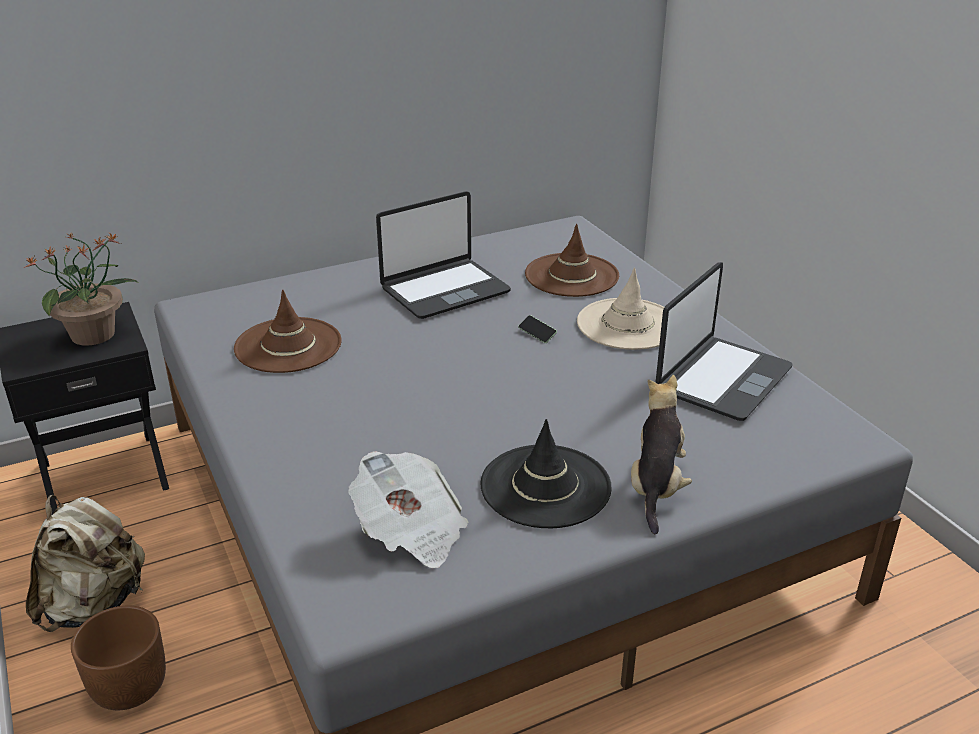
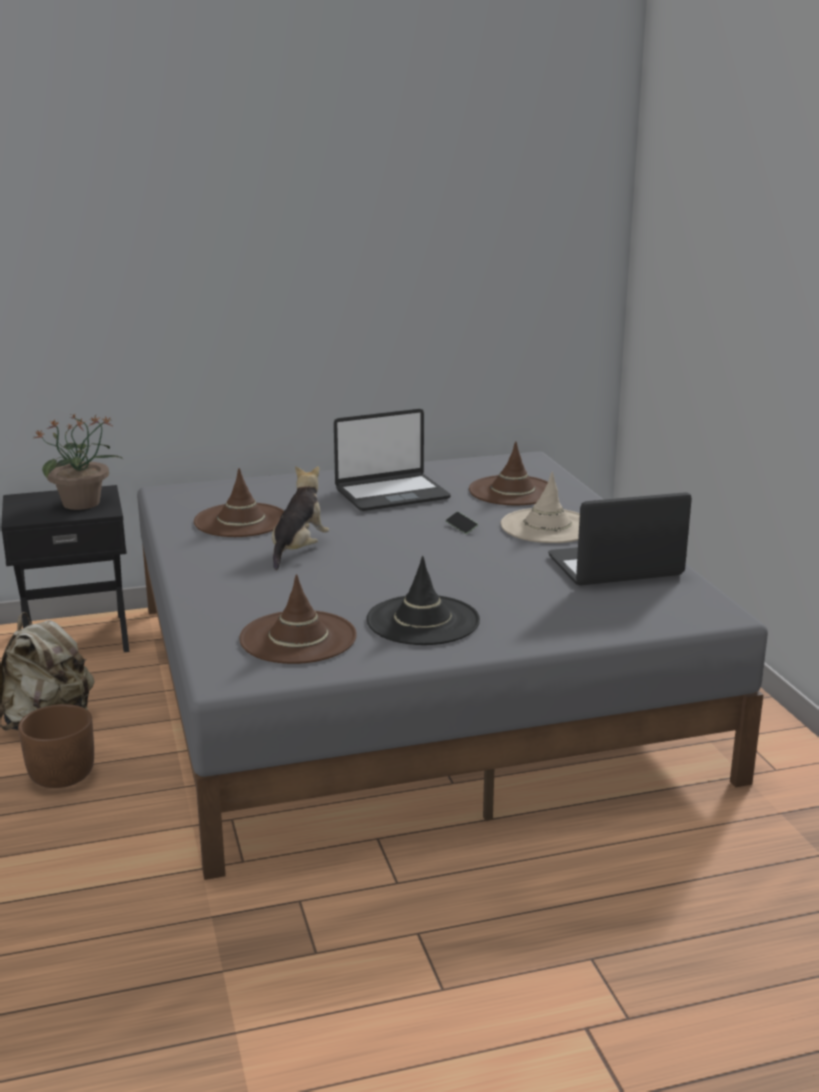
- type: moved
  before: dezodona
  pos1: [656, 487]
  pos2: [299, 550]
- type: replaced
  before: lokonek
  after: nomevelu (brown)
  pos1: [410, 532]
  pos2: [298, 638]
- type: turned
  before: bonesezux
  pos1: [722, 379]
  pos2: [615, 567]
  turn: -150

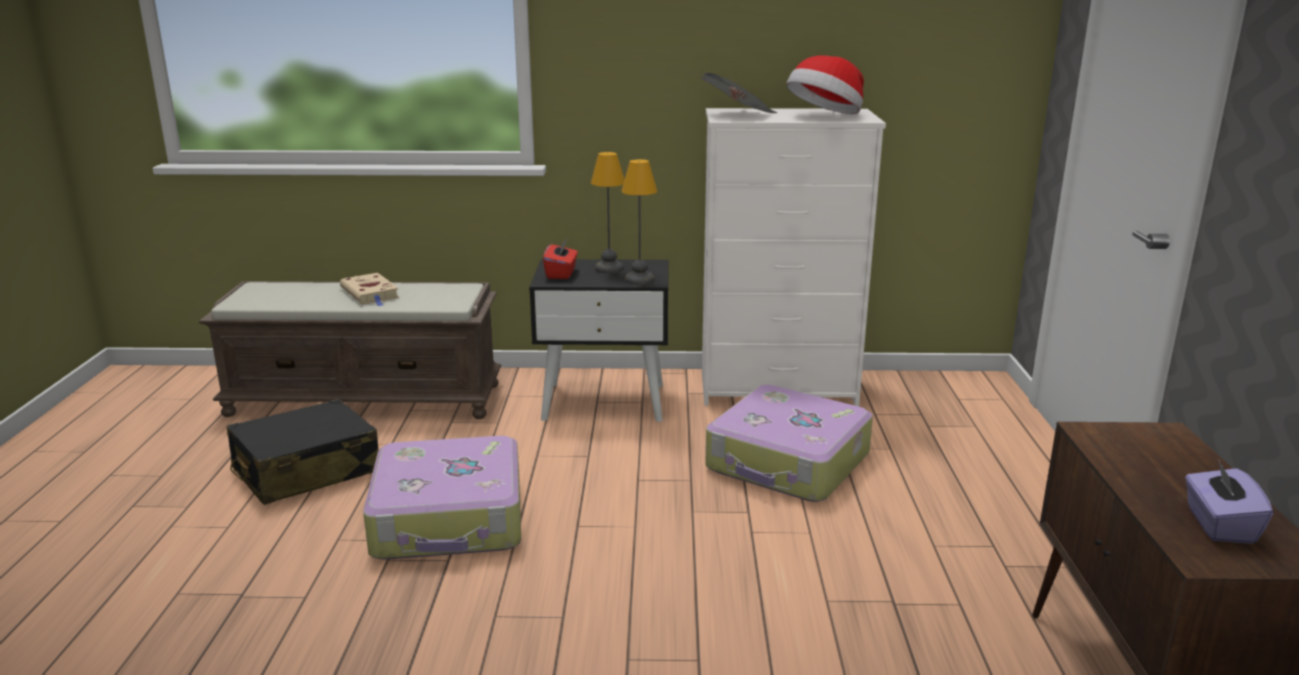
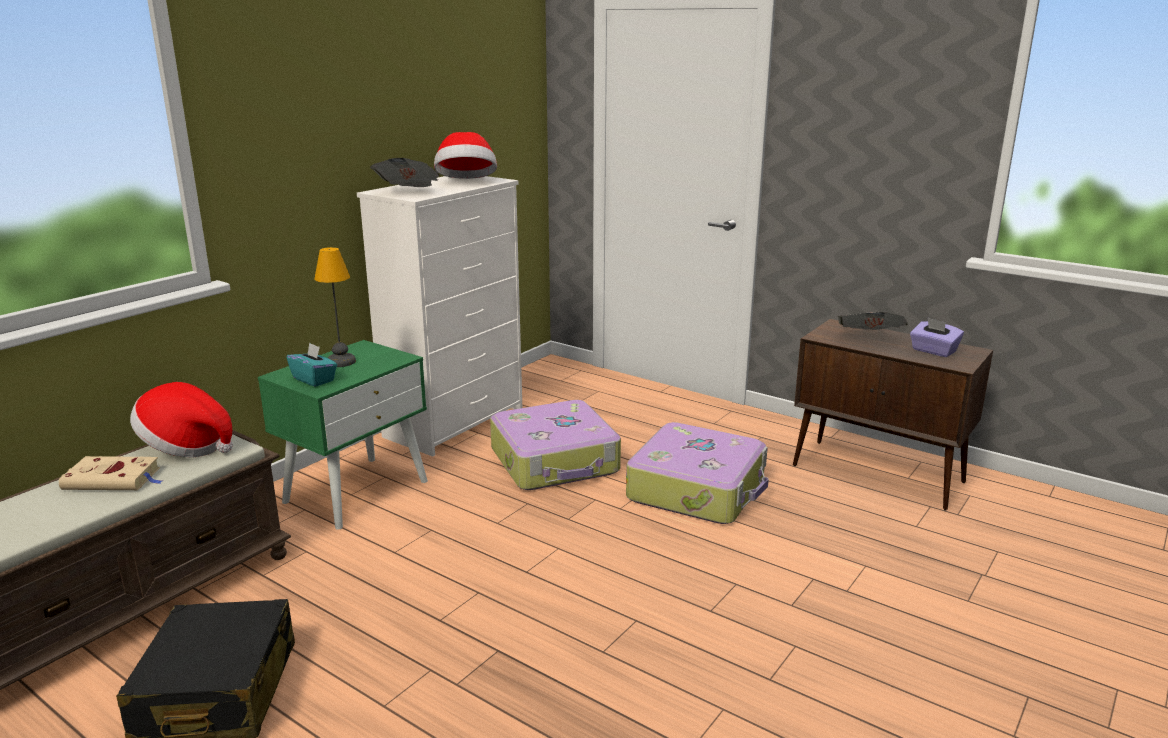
- type: removed
  before: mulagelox
  pos1: [638, 280]
- type: added
  after: nomevelu
  pos2: [186, 447]
- type: added
  after: lokonek
  pos2: [869, 339]
- type: moved
  before: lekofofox
  pos1: [450, 519]
  pos2: [698, 489]
- type: recoloured
  before: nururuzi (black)
  after: nururuzi (green)
  pos1: [605, 401]
  pos2: [356, 491]
- type: recoloured
  before: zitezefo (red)
  after: zitezefo (turquoise)
  pos1: [561, 274]
  pos2: [314, 379]

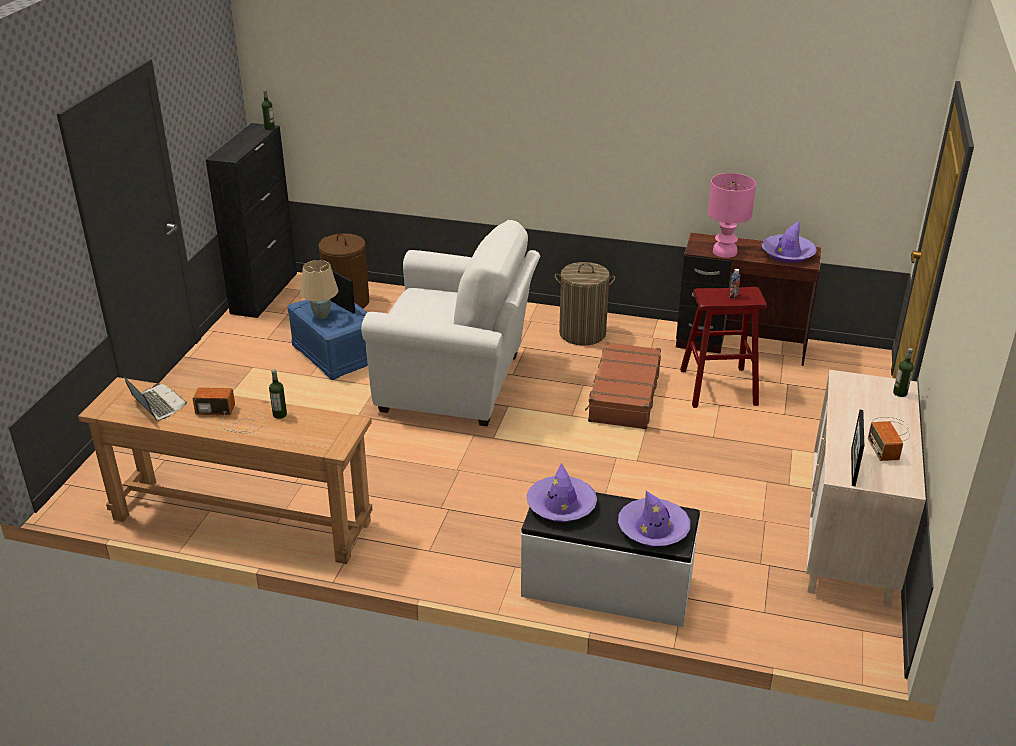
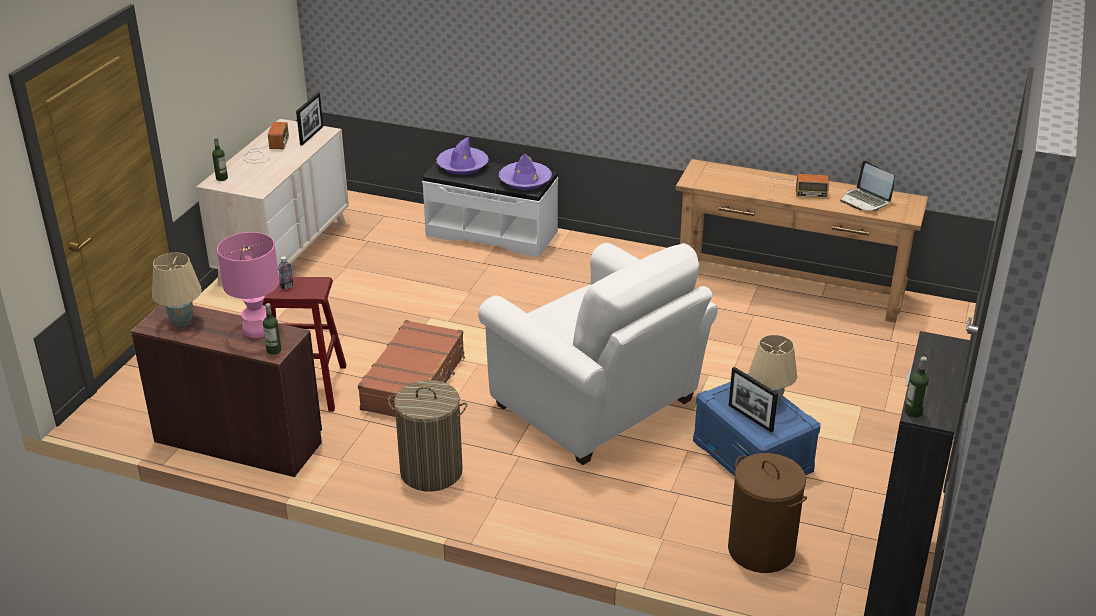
- type: moved
  before: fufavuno
  pos1: [279, 414]
  pos2: [274, 350]
- type: replaced
  before: nomevelu (purple)
  after: mulagelox (beige)
  pos1: [787, 254]
  pos2: [182, 322]
- type: turned
  before: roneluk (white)
  pos1: [457, 384]
  pos2: [599, 407]
  turn: -150

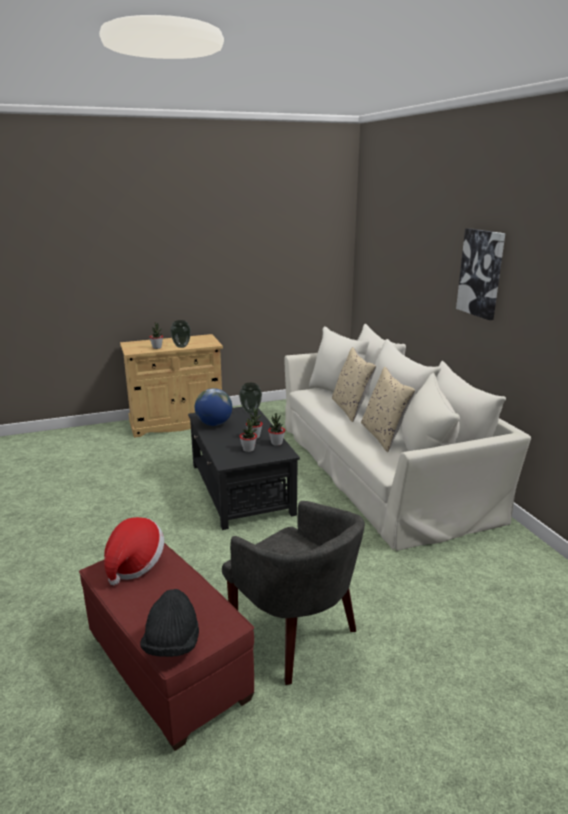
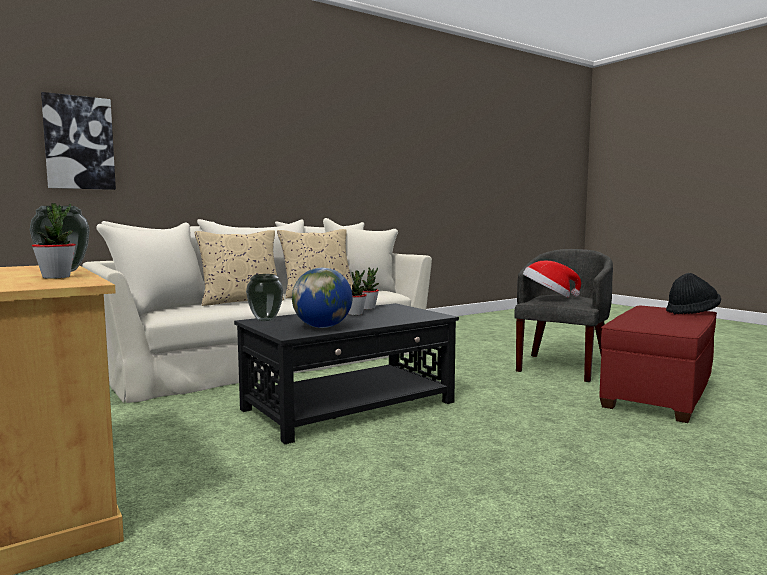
- type: removed
  before: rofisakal
  pos1: [248, 449]
- type: moved
  before: nomevelu
  pos1: [134, 564]
  pos2: [548, 296]
- type: moved
  before: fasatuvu
  pos1: [481, 273]
  pos2: [79, 143]

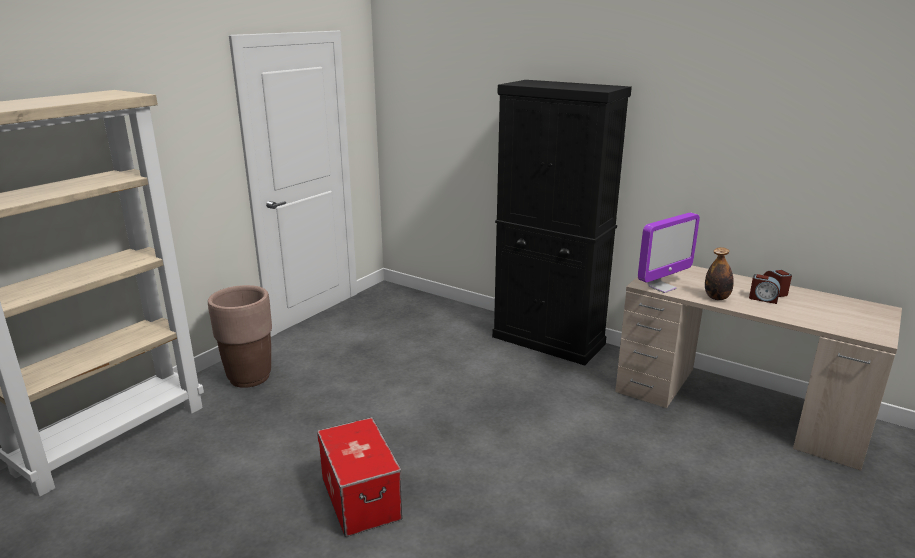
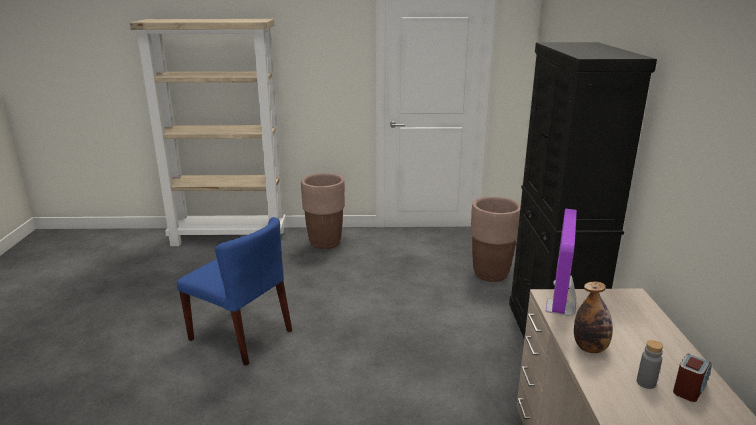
- type: added
  after: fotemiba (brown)
  pos2: [490, 274]
- type: replaced
  before: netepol
  after: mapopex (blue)
  pos1: [361, 498]
  pos2: [241, 335]
- type: replaced
  before: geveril
  after: fufavuno (grey)
  pos1: [763, 299]
  pos2: [646, 383]
- type: turned
  before: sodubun
  pos1: [661, 287]
  pos2: [560, 308]
  turn: 90

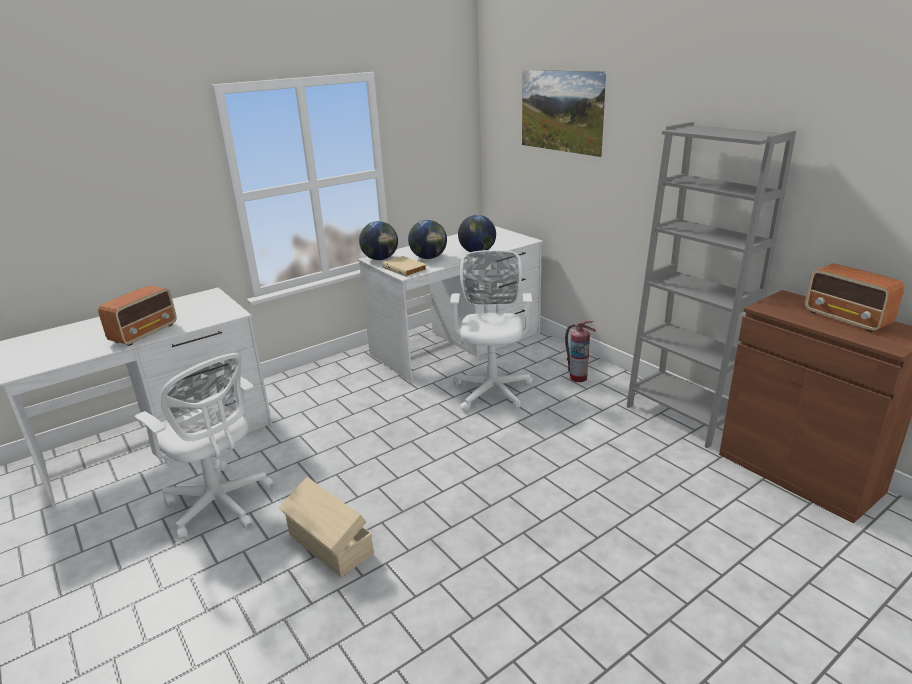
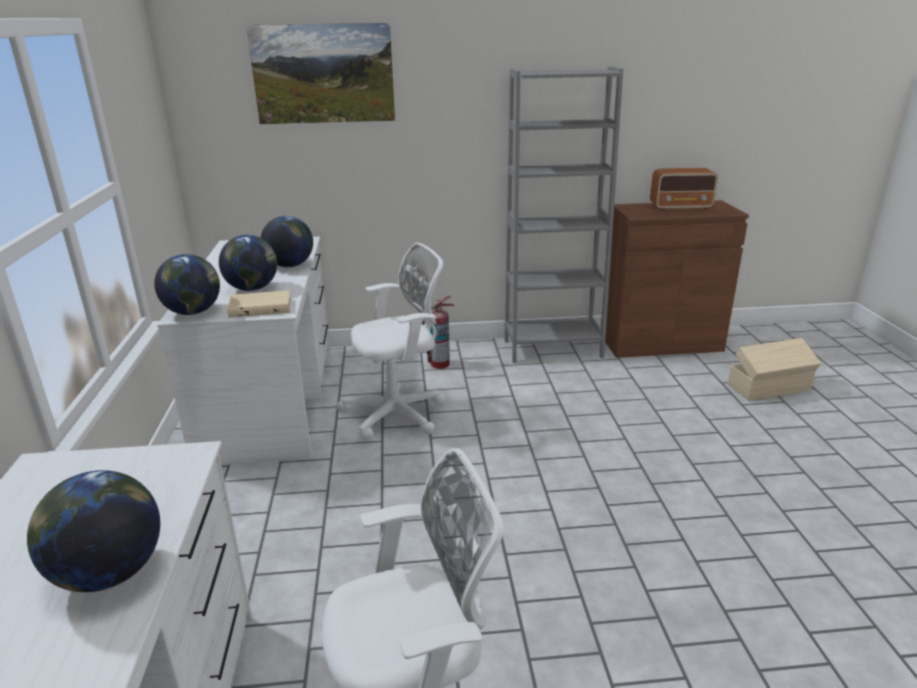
- type: moved
  before: netepol (beige)
  pos1: [330, 545]
  pos2: [770, 388]
- type: replaced
  before: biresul
  after: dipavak
  pos1: [145, 333]
  pos2: [109, 573]
- type: turned
  before: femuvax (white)
  pos1: [492, 389]
  pos2: [399, 413]
  turn: 120

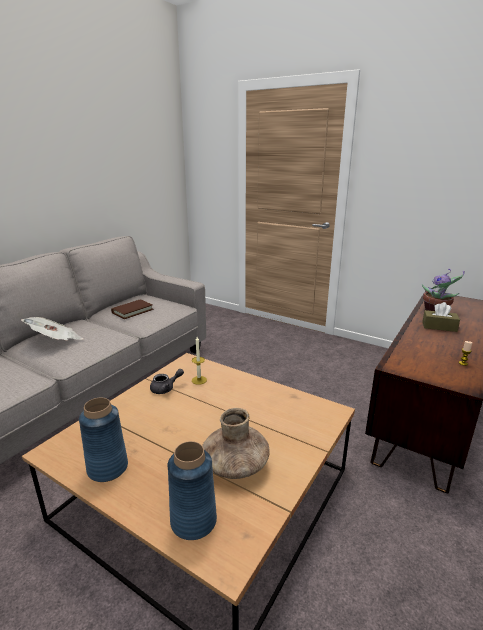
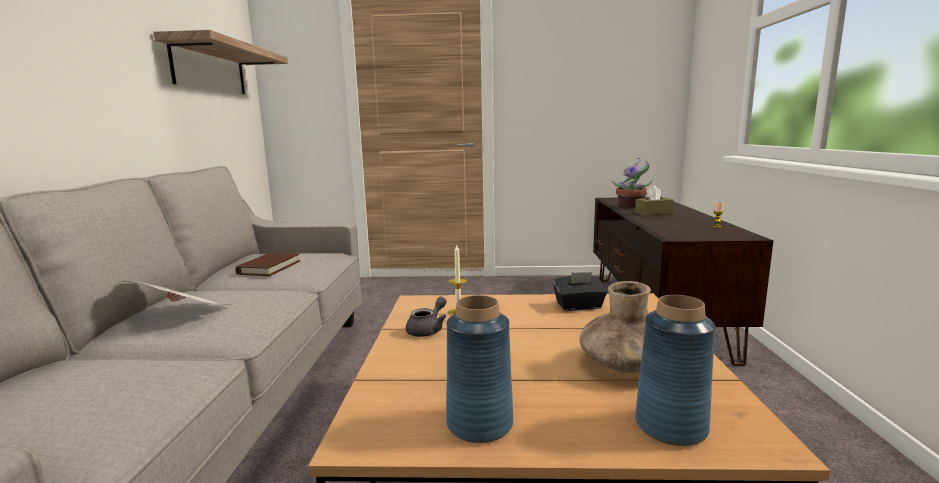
- type: added
  after: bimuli
  pos2: [209, 68]
- type: added
  after: zitezefo (black)
  pos2: [579, 306]

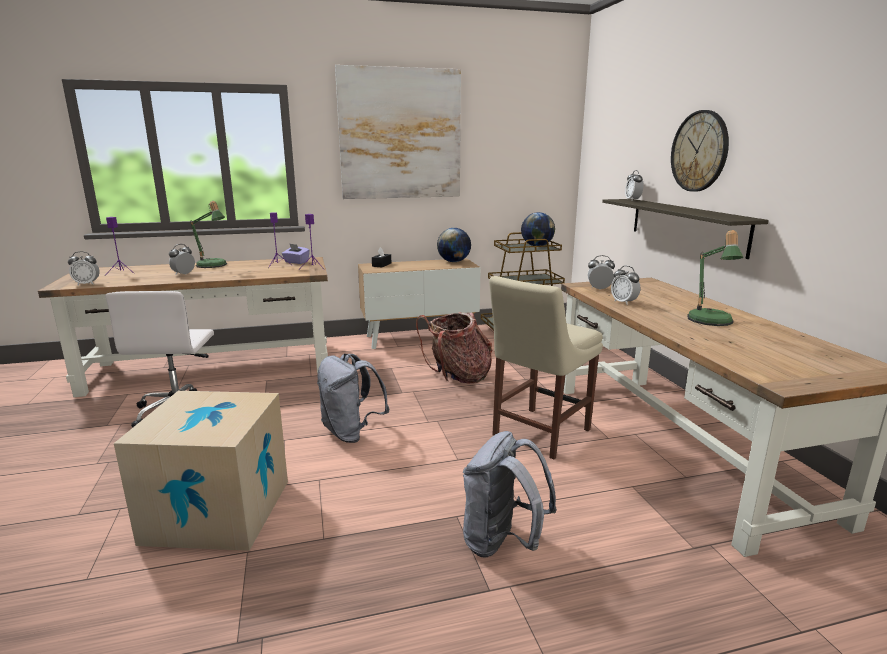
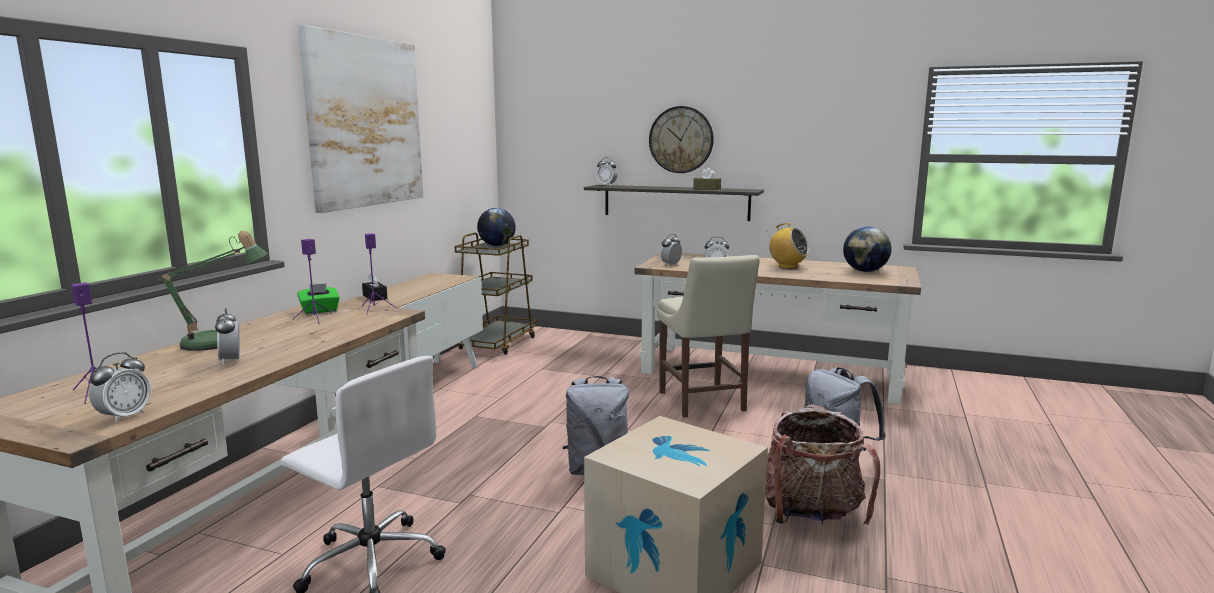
- type: added
  after: zitezefo (brown)
  pos2: [707, 189]
- type: moved
  before: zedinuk
  pos1: [457, 376]
  pos2: [811, 514]
- type: moved
  before: dipavak
  pos1: [454, 262]
  pos2: [865, 271]
- type: replaced
  before: mulagelox
  after: biresul
  pos1: [710, 322]
  pos2: [787, 267]
- type: recoloured
  before: zitezefo (purple)
  after: zitezefo (green)
  pos1: [296, 262]
  pos2: [320, 311]

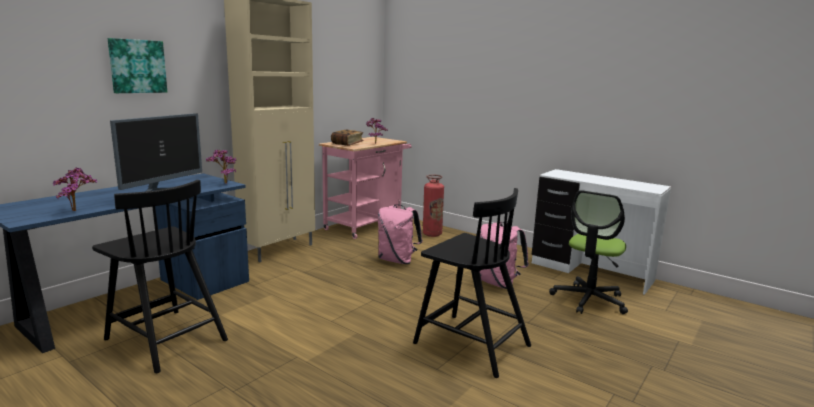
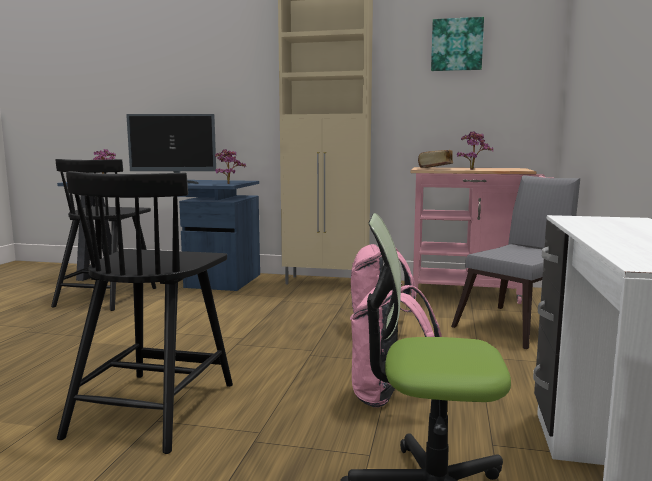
- type: moved
  before: fasatuvu
  pos1: [137, 66]
  pos2: [457, 45]
- type: replaced
  before: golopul
  after: mapopex (grey)
  pos1: [432, 234]
  pos2: [517, 326]

